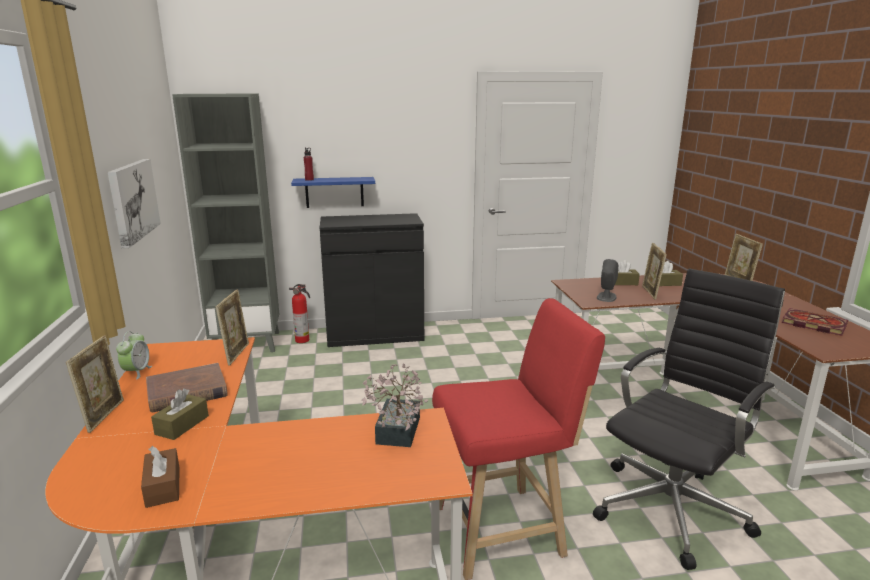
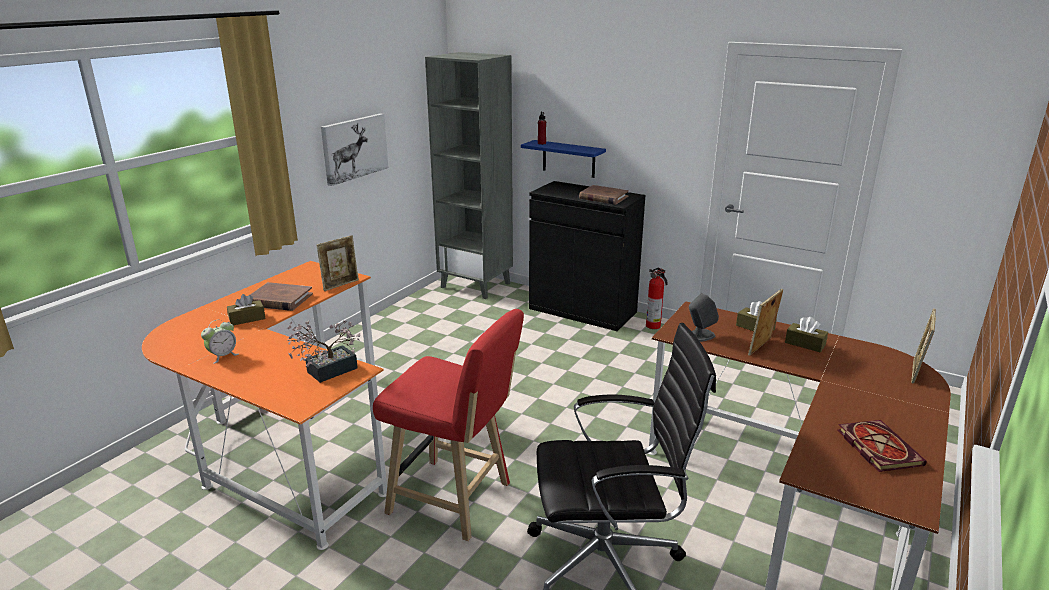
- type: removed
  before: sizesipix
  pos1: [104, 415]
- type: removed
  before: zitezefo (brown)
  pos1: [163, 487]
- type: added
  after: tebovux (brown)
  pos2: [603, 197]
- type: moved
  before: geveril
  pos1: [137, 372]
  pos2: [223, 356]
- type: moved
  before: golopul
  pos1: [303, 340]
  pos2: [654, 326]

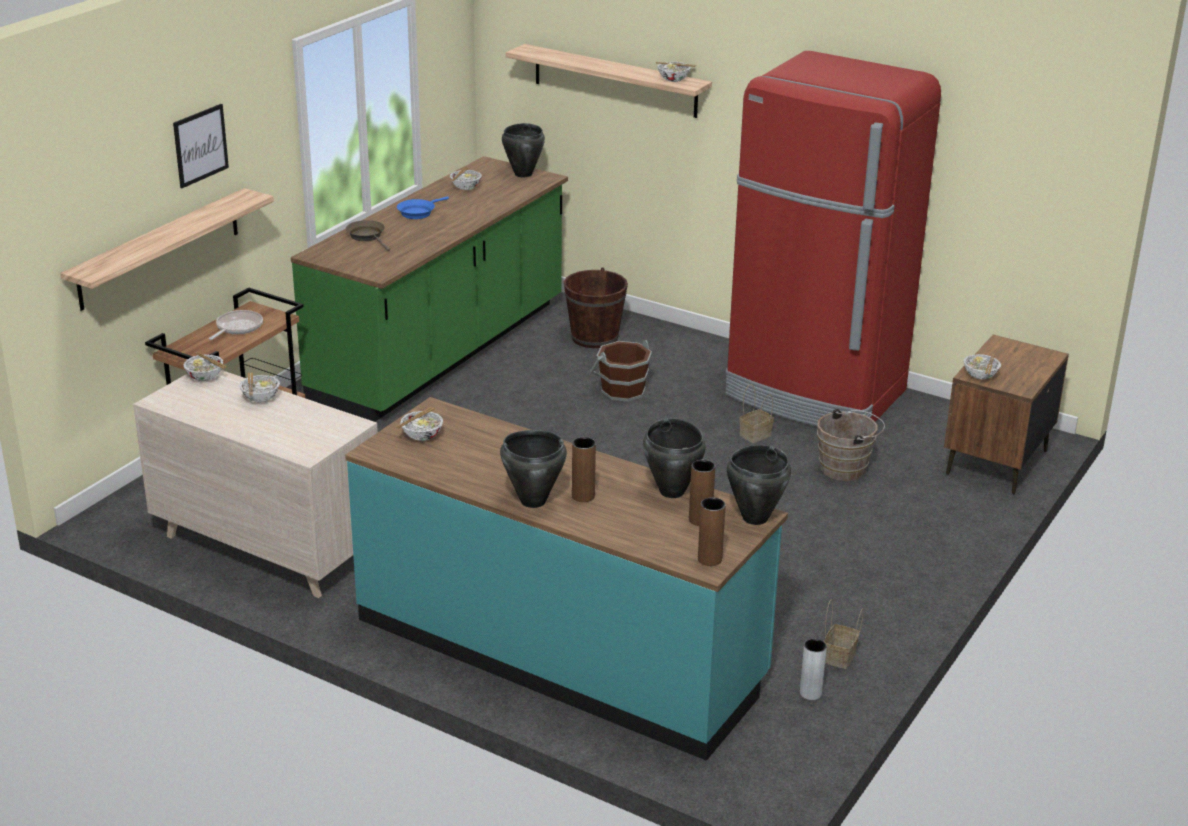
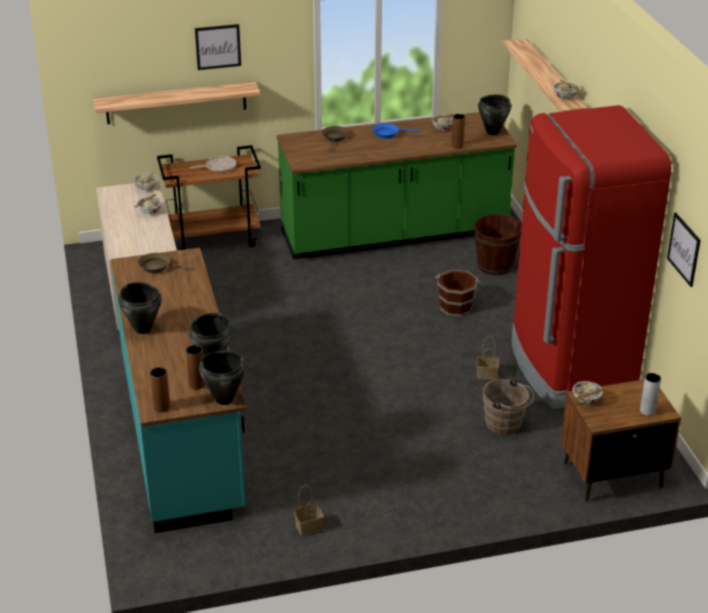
- type: added
  after: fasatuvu
  pos2: [684, 249]
- type: moved
  before: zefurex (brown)
  pos1: [583, 496]
  pos2: [457, 146]
- type: moved
  before: zefurex (grey)
  pos1: [810, 693]
  pos2: [647, 411]
- type: replaced
  before: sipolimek
  after: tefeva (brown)
  pos1: [421, 436]
  pos2: [158, 267]

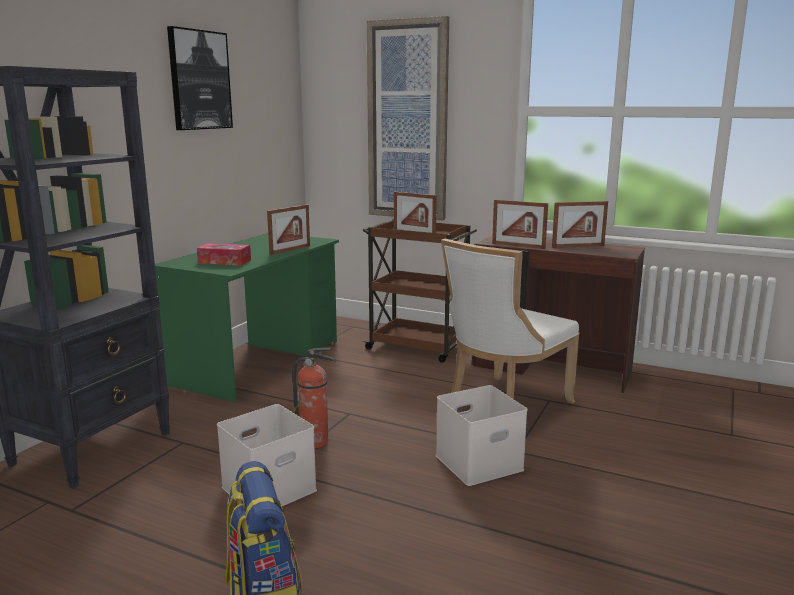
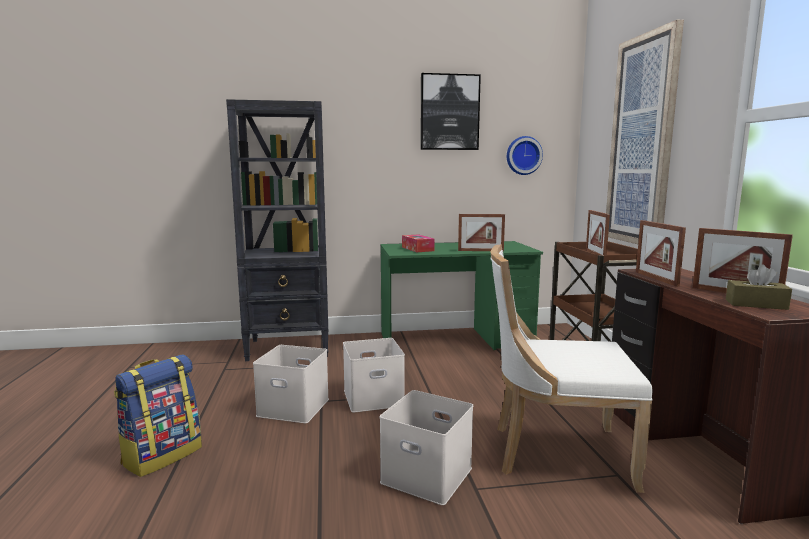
- type: added
  after: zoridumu
  pos2: [523, 155]
- type: added
  after: zitezefo (brown)
  pos2: [756, 304]
- type: replaced
  before: golopul
  after: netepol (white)
  pos1: [316, 442]
  pos2: [372, 398]

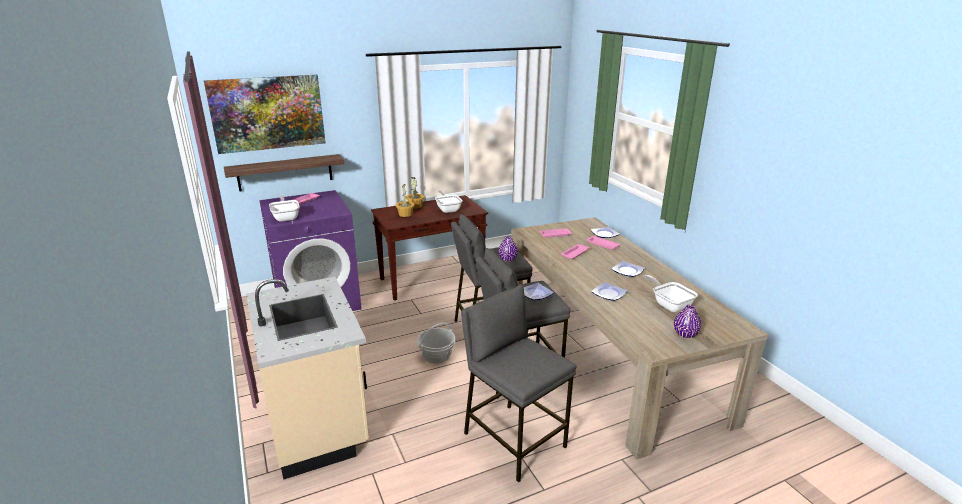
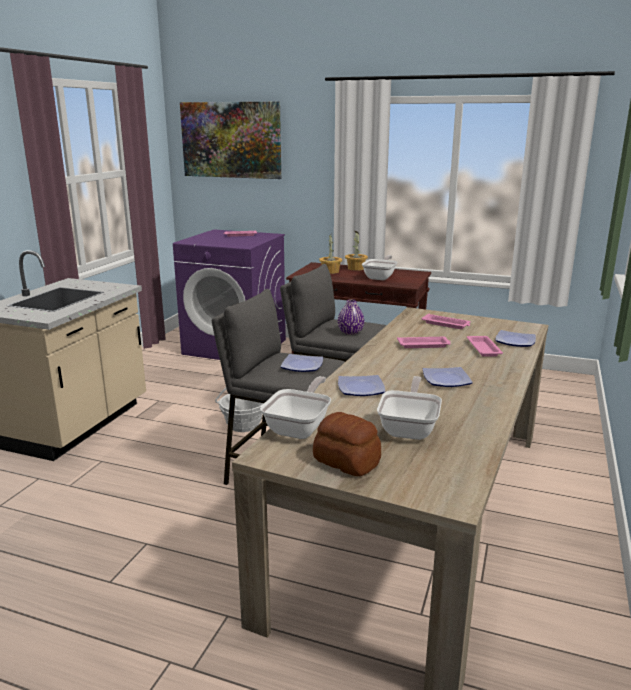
- type: removed
  before: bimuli
  pos1: [285, 172]
- type: removed
  before: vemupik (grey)
  pos1: [514, 440]
- type: moved
  before: tefeva
  pos1: [286, 217]
  pos2: [300, 427]
- type: replaced
  before: zefurex (purple)
  after: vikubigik
  pos1: [685, 334]
  pos2: [346, 461]

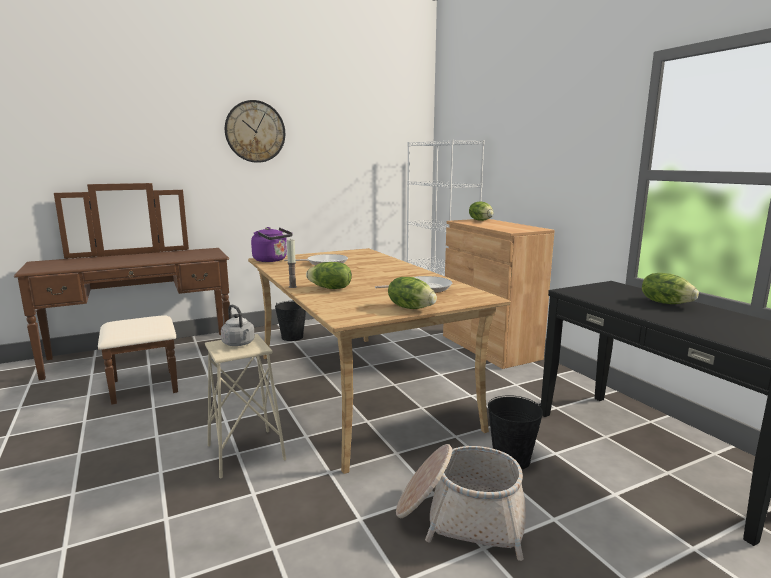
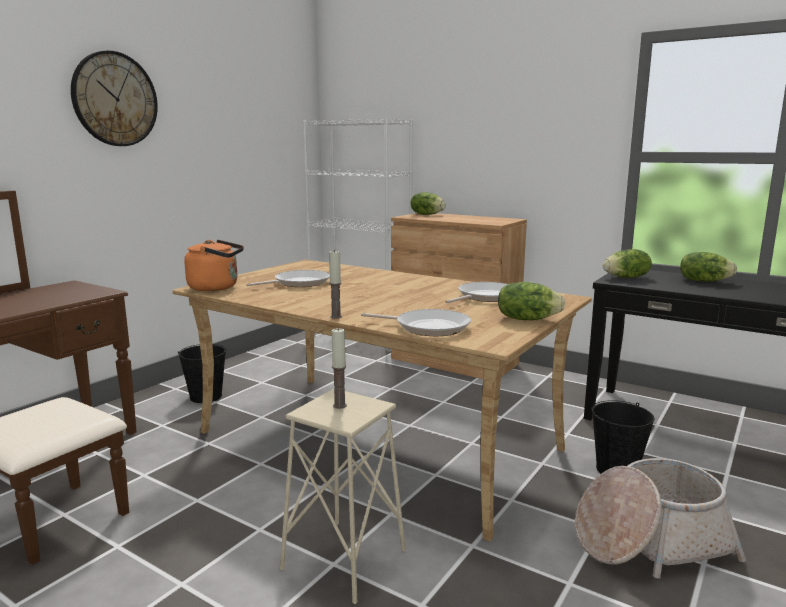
- type: added
  after: tefeva
  pos2: [428, 327]
- type: moved
  before: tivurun
  pos1: [330, 288]
  pos2: [626, 277]
- type: replaced
  before: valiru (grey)
  after: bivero
  pos1: [239, 344]
  pos2: [339, 405]
- type: recoloured
  before: valiru (purple)
  after: valiru (orange)
  pos1: [272, 260]
  pos2: [216, 287]

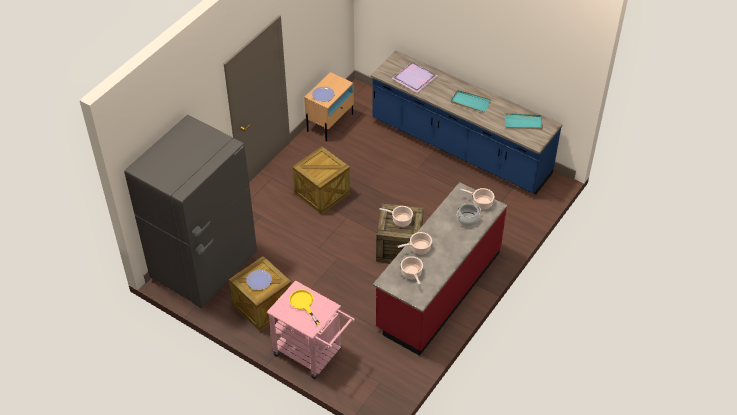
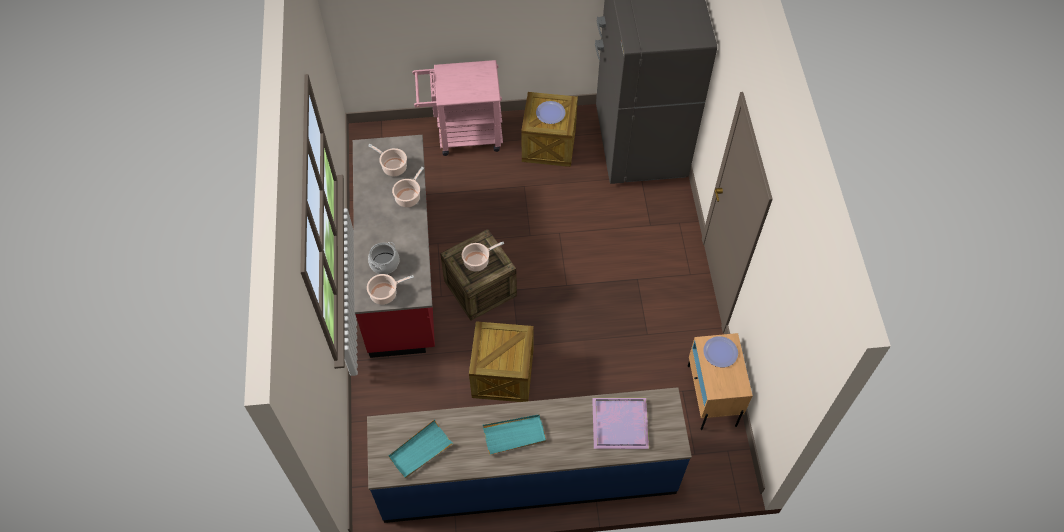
- type: removed
  before: tefeva (yellow)
  pos1: [303, 304]
- type: moved
  before: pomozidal
  pos1: [322, 193]
  pos2: [503, 374]

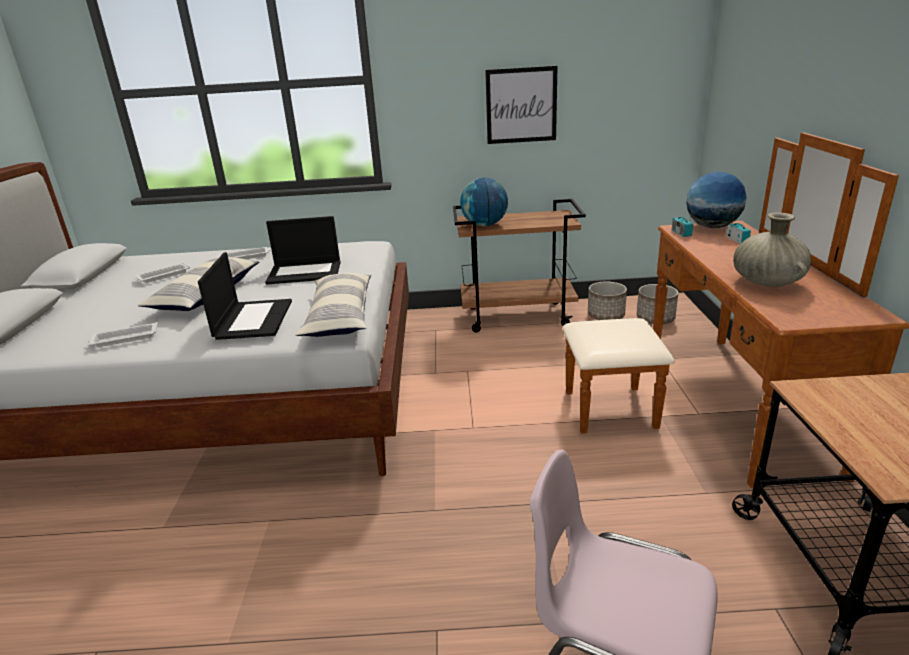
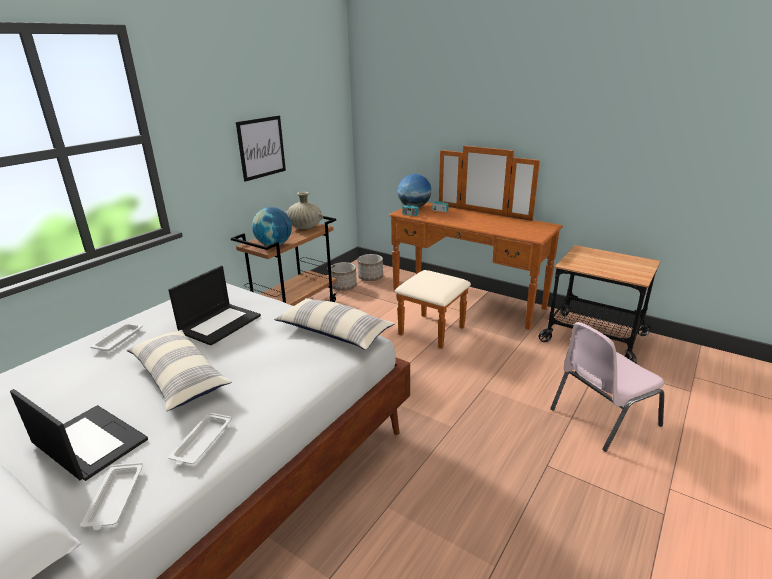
- type: moved
  before: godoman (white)
  pos1: [163, 276]
  pos2: [114, 499]
- type: moved
  before: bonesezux
  pos1: [253, 319]
  pos2: [88, 442]
- type: moved
  before: zefurex (beige)
  pos1: [767, 282]
  pos2: [305, 227]

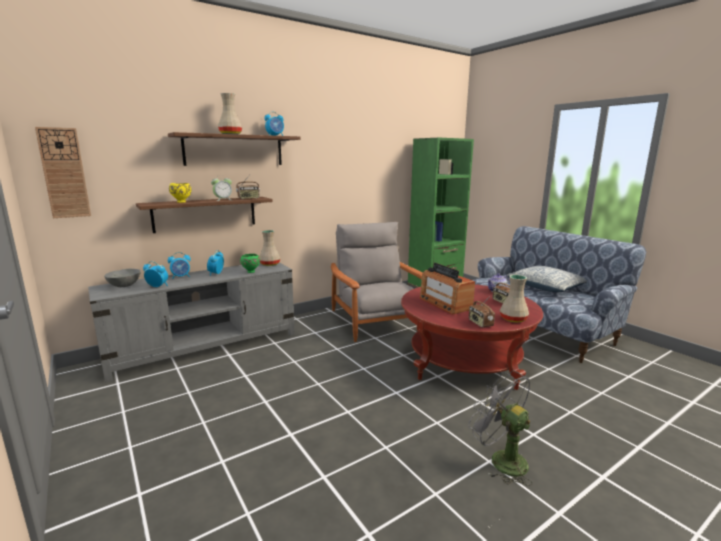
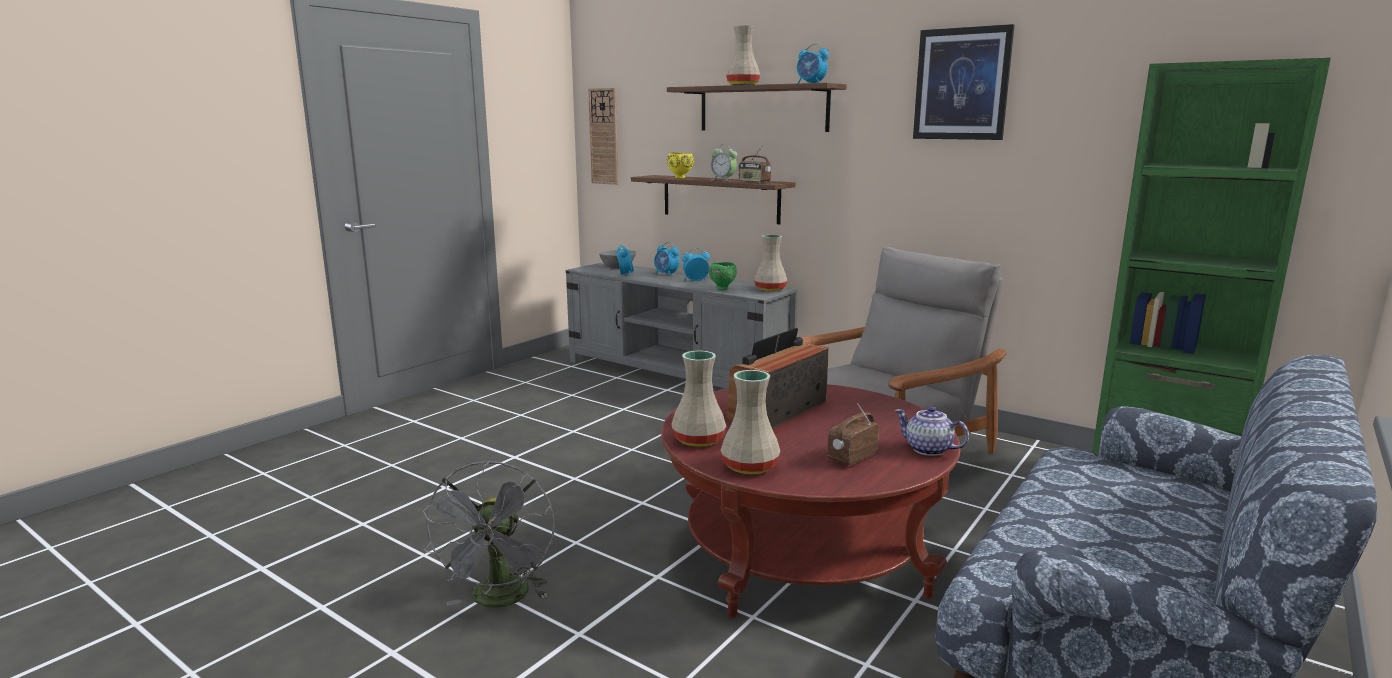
- type: removed
  before: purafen
  pos1: [547, 287]
- type: added
  after: fasatuvu
  pos2: [962, 84]
- type: replaced
  before: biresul
  after: zefurex (beige)
  pos1: [480, 323]
  pos2: [699, 440]
- type: turned
  before: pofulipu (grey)
  pos1: [500, 460]
  pos2: [500, 601]
  turn: 150

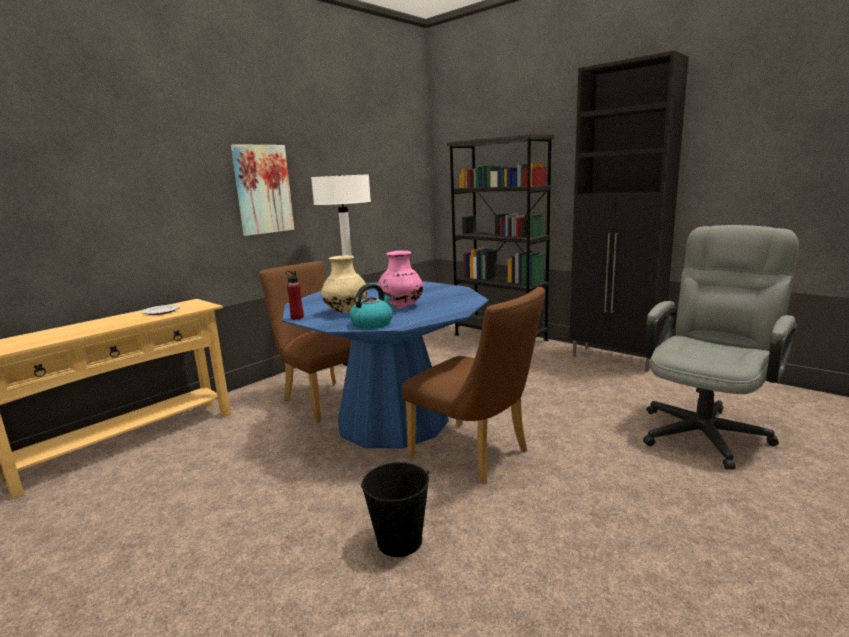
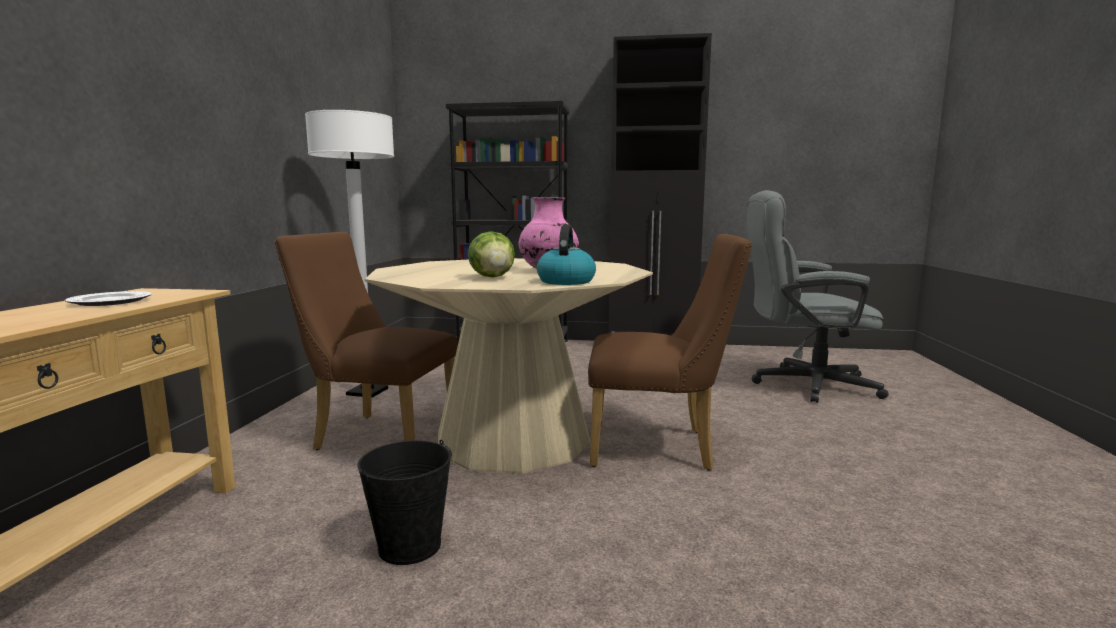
- type: removed
  before: fasatuvu
  pos1: [263, 189]
- type: removed
  before: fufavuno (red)
  pos1: [297, 318]
- type: moved
  before: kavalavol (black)
  pos1: [399, 540]
  pos2: [409, 546]
- type: replaced
  before: zefurex (beige)
  after: tivurun
  pos1: [346, 312]
  pos2: [492, 277]
- type: recoloured
  before: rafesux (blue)
  after: rafesux (beige)
  pos1: [392, 420]
  pos2: [512, 438]
- type: turned
  before: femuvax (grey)
  pos1: [706, 429]
  pos2: [802, 384]
  turn: -90

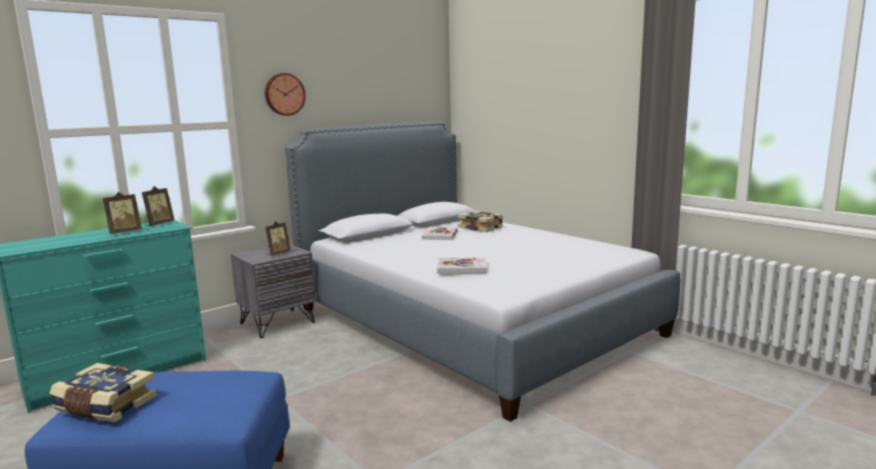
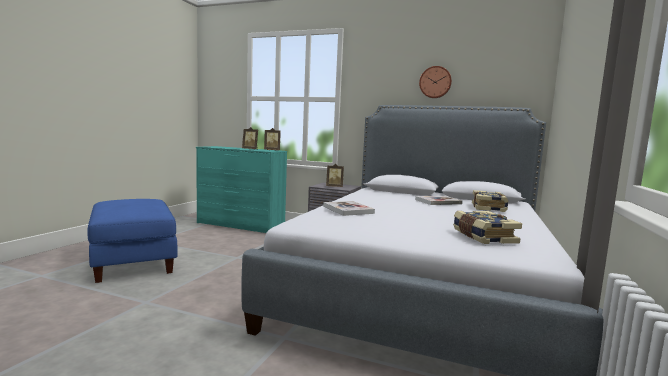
- type: moved
  before: tebovux
  pos1: [104, 406]
  pos2: [482, 237]
- type: moved
  before: zoridumu
  pos1: [284, 94]
  pos2: [435, 82]

